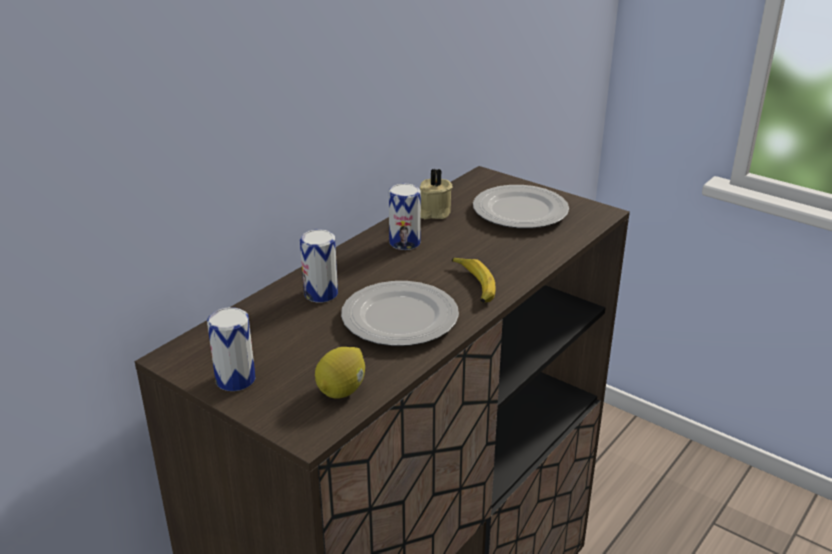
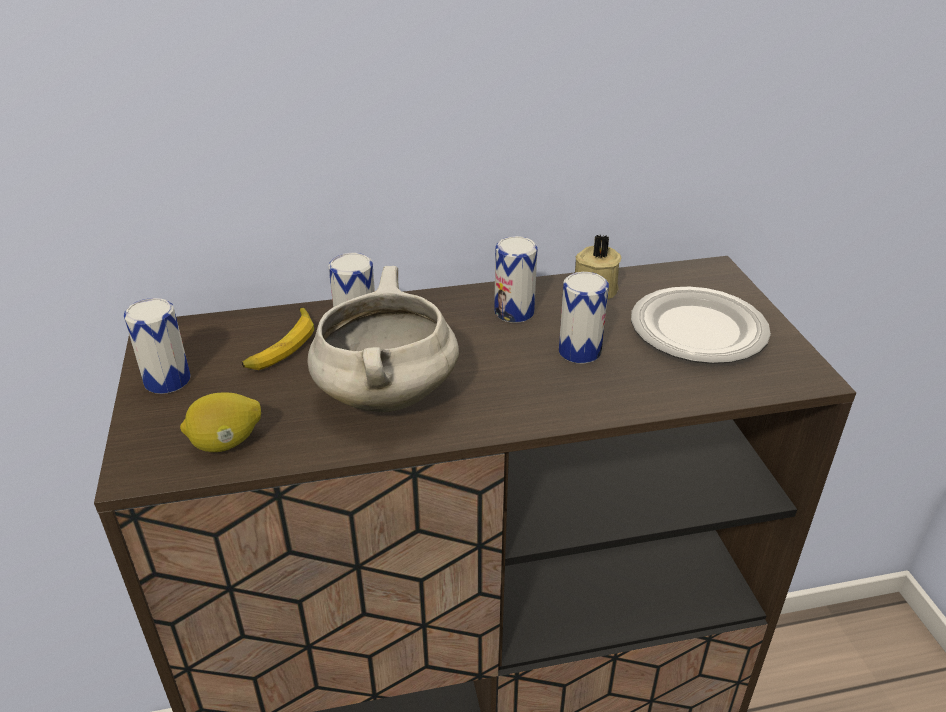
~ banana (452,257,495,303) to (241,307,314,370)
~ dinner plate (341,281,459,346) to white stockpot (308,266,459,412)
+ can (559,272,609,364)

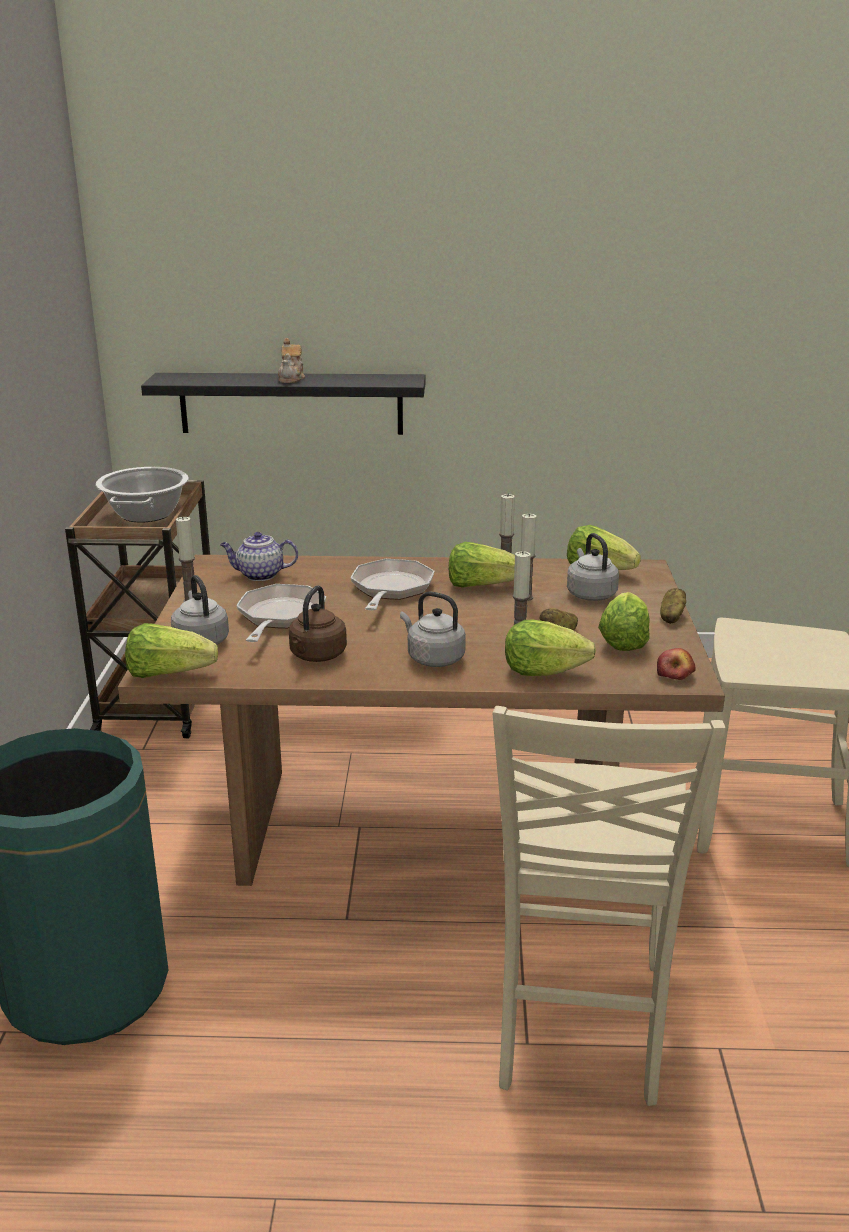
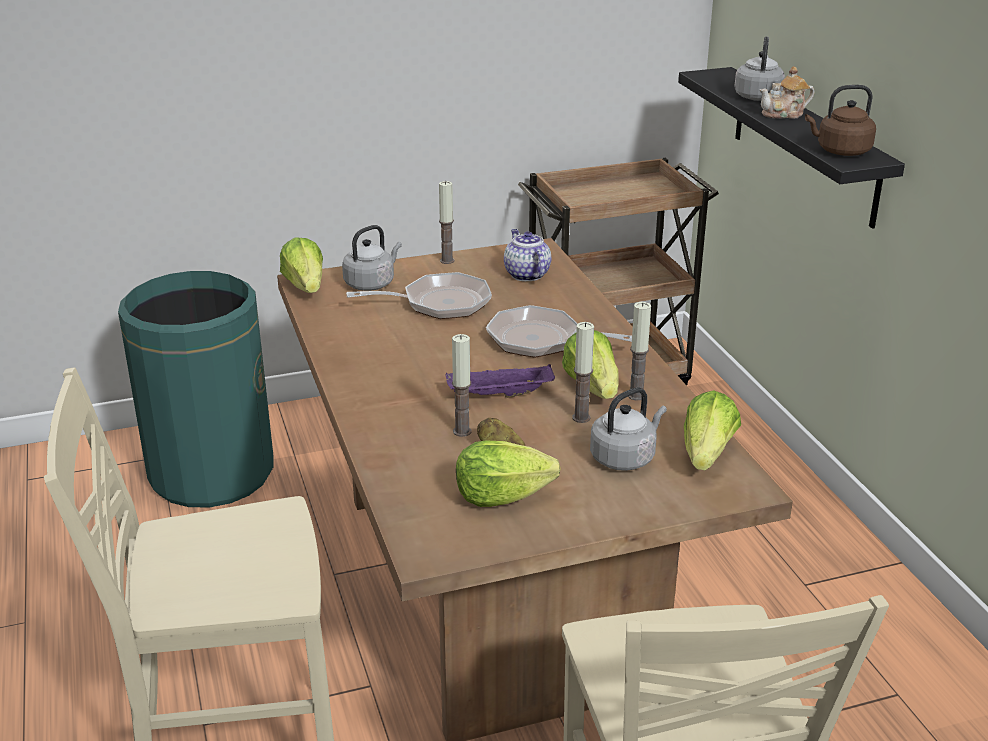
- stockpot (96,467,189,522)
~ pan (351,559,434,610) = (486,305,632,358) 150 degrees counterclockwise
~ brownish kettle (289,585,347,662) to (805,85,876,156)
- spud (660,588,686,624)
~ grey kettle (400,591,466,667) to (734,36,785,101)
- lettuce head (505,619,596,676)
- apple fruit (657,648,696,680)
+ purplish carrying tray (445,364,555,398)

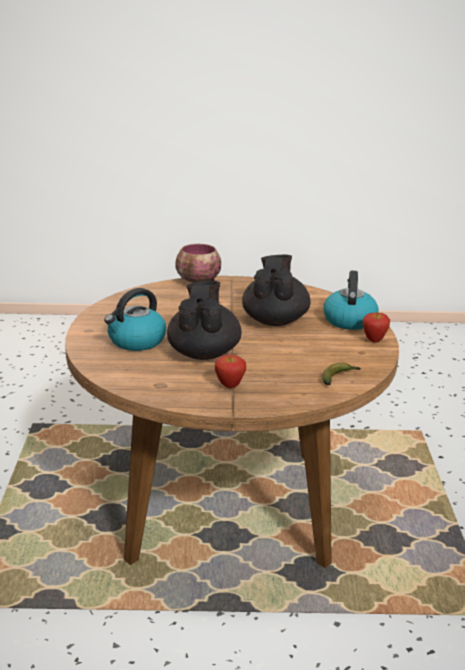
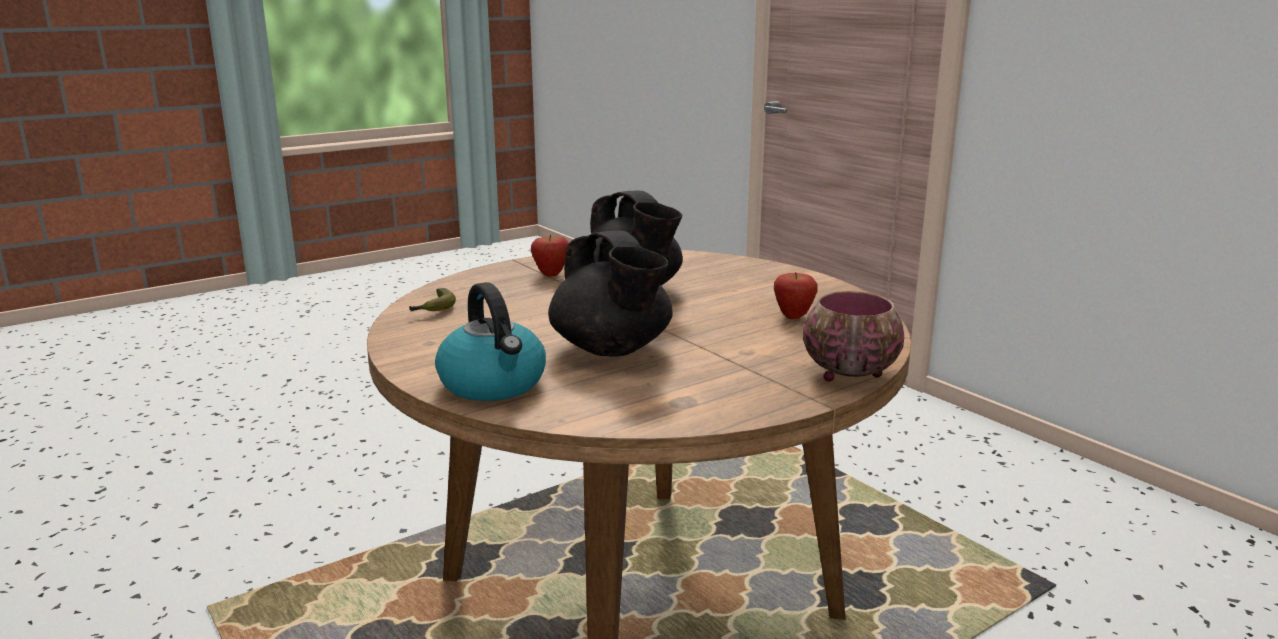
- kettle (104,288,166,351)
~ apple fruit (362,313,390,342) to (774,272,818,319)

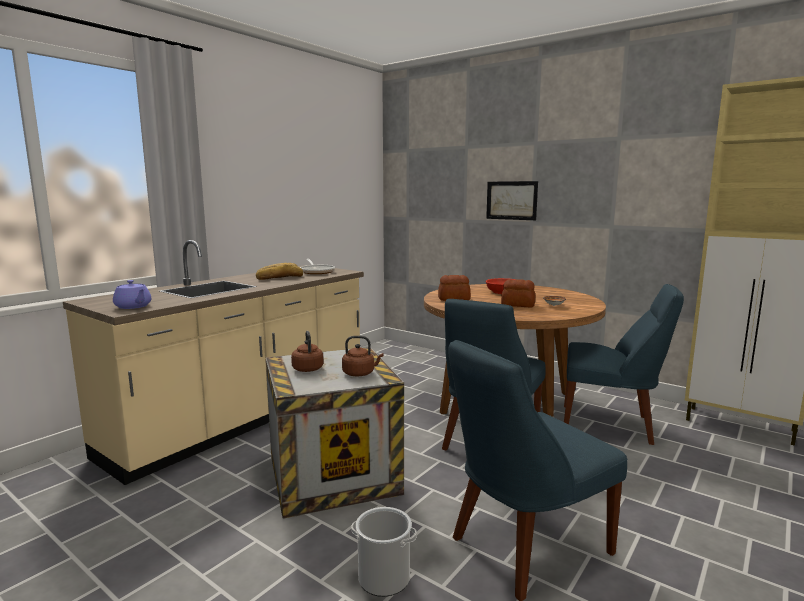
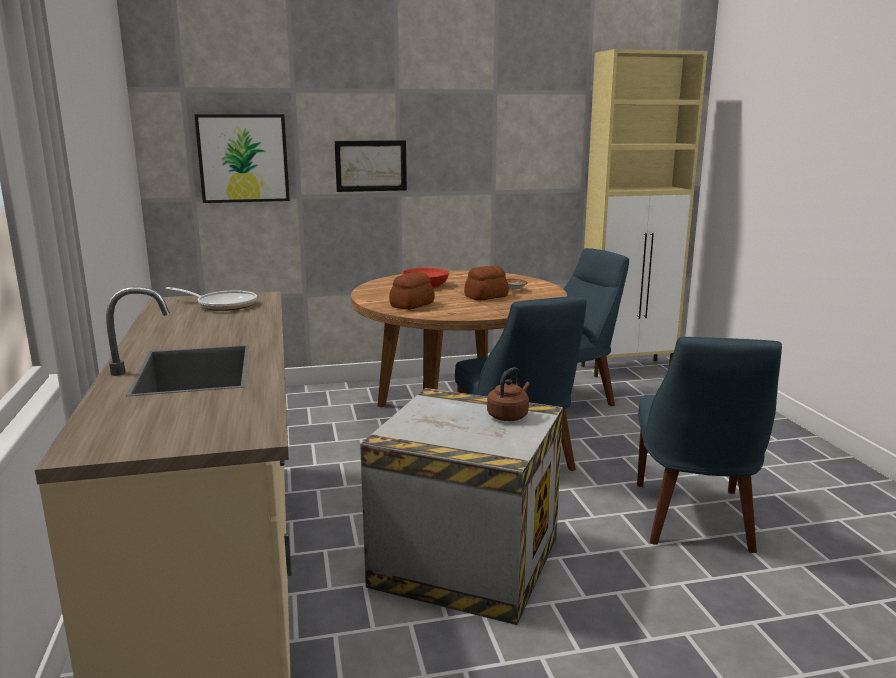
- bread (256,263,303,280)
- purplish teapot (113,280,151,309)
- brownish kettle (291,331,323,372)
- pail (351,507,417,597)
+ wall picture (194,114,290,203)

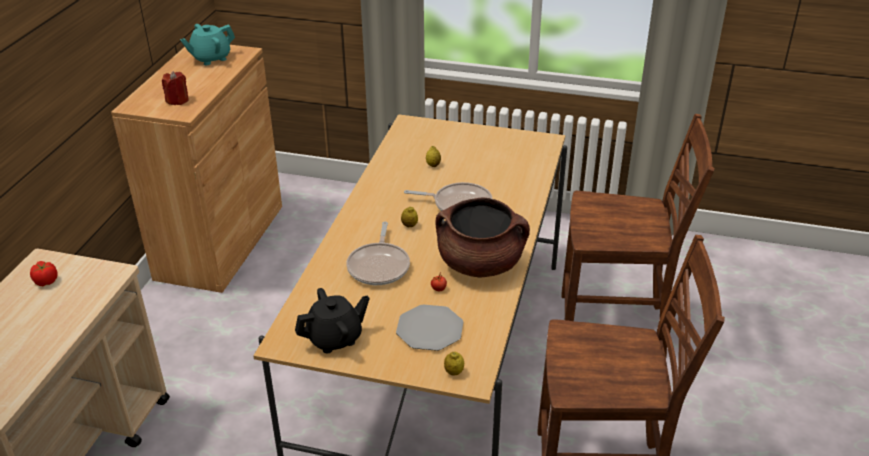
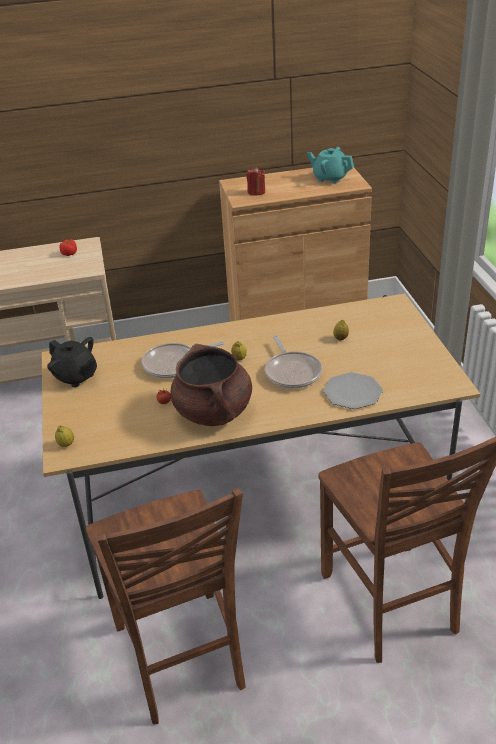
~ dinner plate (396,305,463,351) to (323,372,383,409)

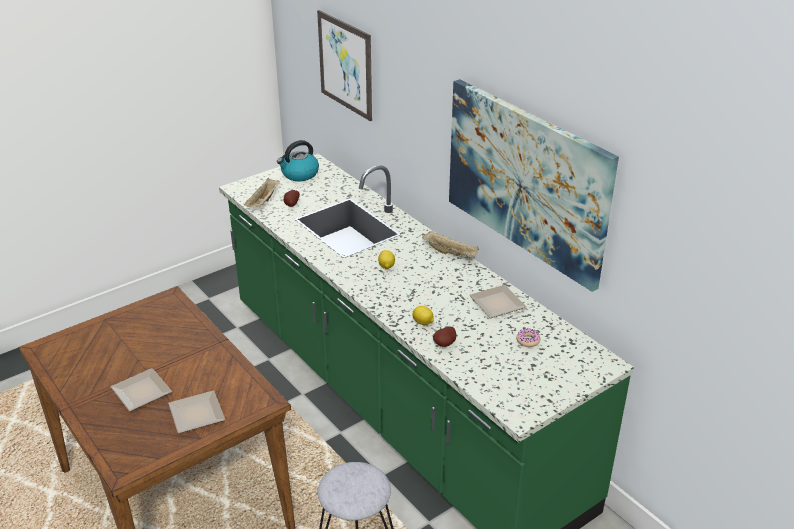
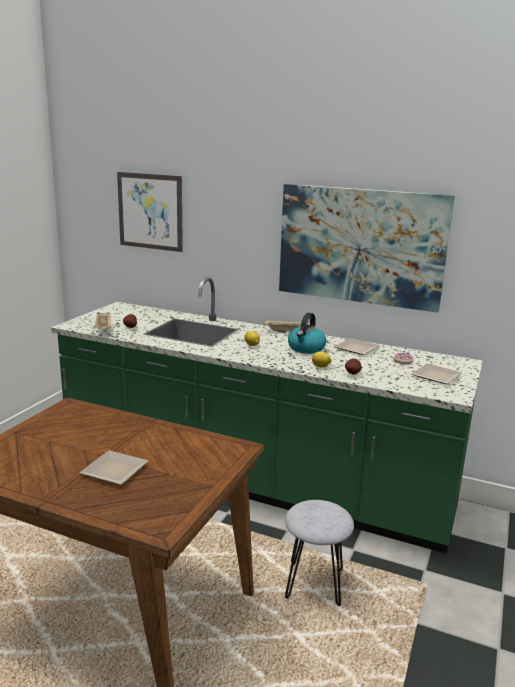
~ kettle (277,140,319,181) to (288,313,327,354)
~ dinner plate (168,390,225,433) to (412,363,462,384)

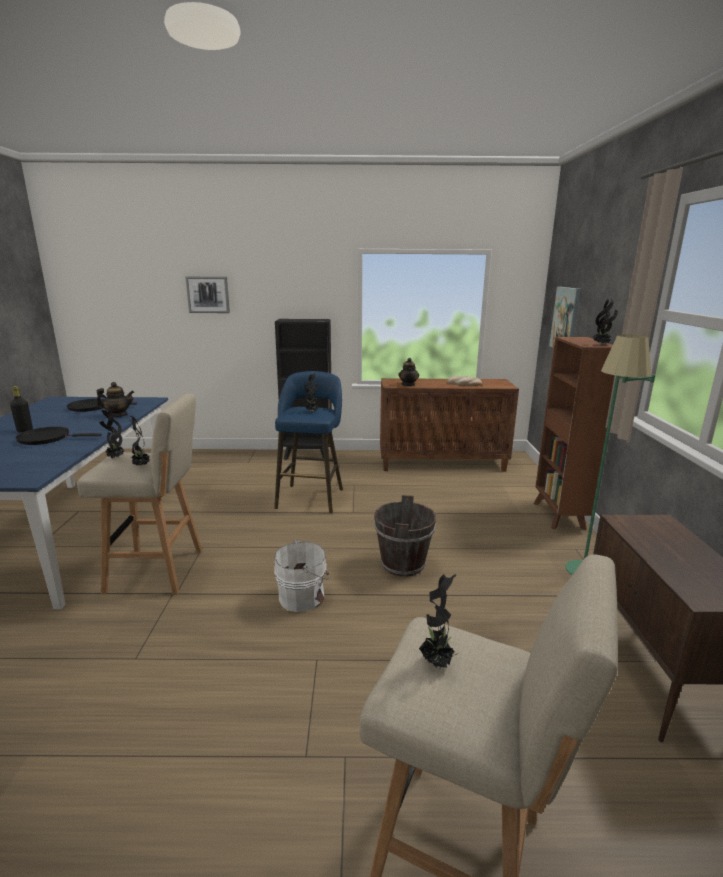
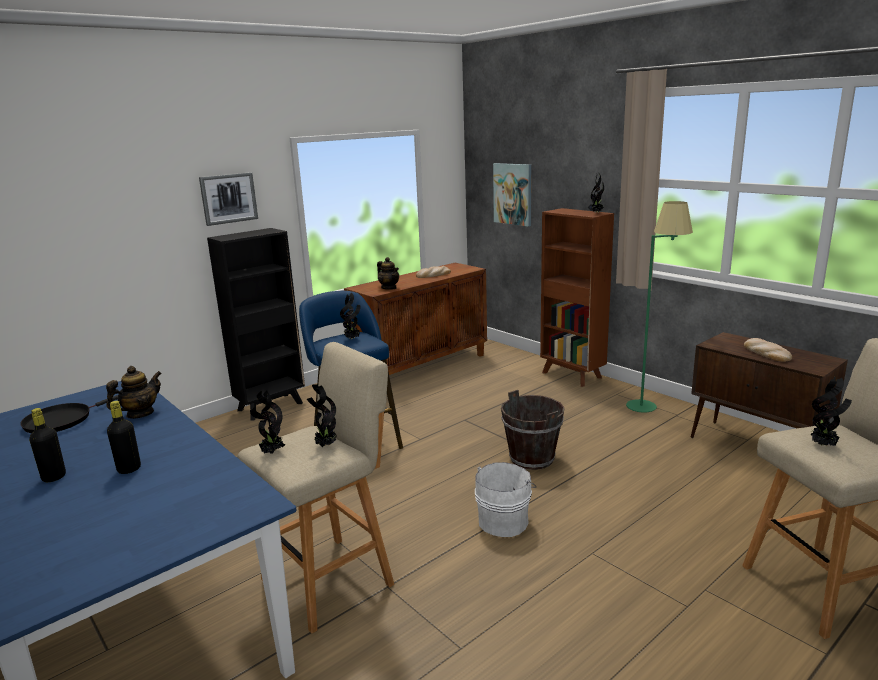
~ wall picture (185,276,230,313) to (199,172,258,226)
~ blackish pan (15,427,102,445) to blackish beverage bottle (107,401,141,474)
+ bread (744,338,792,362)

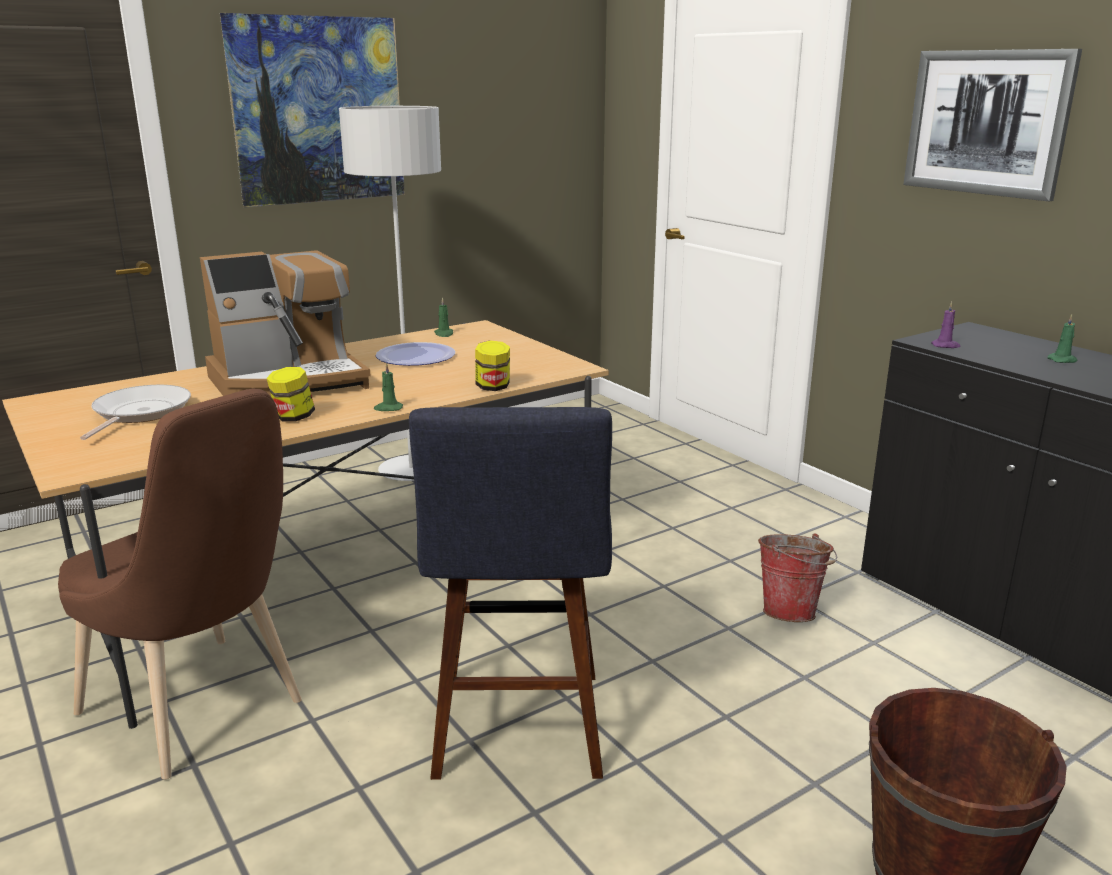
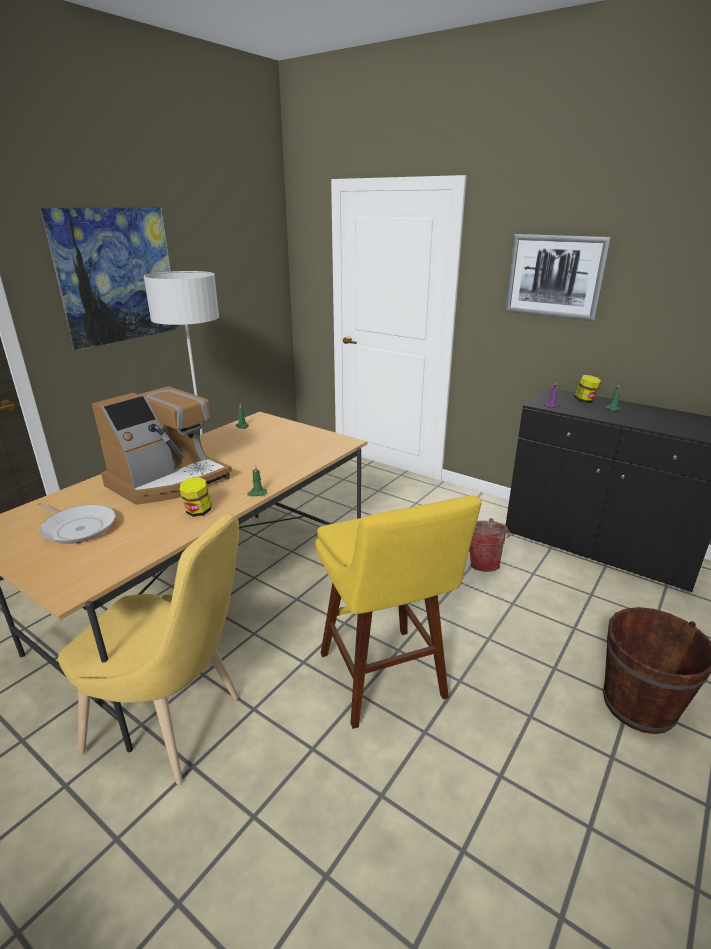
~ storage jar (475,340,510,391) to (574,375,601,403)
- dinner plate (375,342,455,366)
~ pan (80,385,191,440) = (37,503,116,544) 135 degrees clockwise
~ brownish chair (58,389,302,779) to yellowish chair (58,514,239,784)
~ blue stool seat (409,407,612,780) to yellowish stool seat (315,496,482,729)

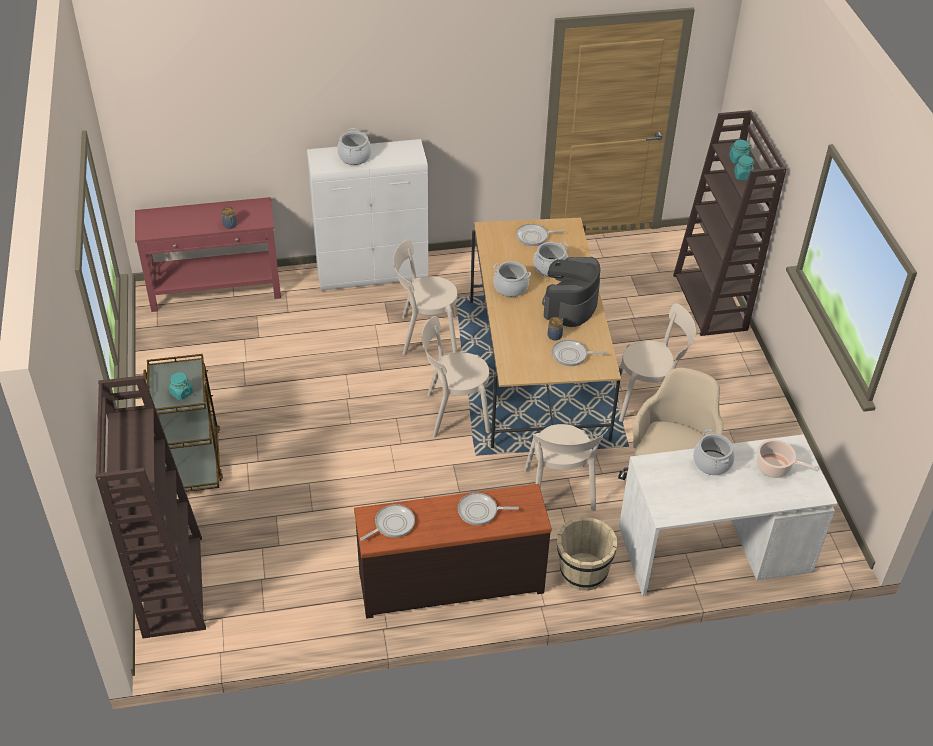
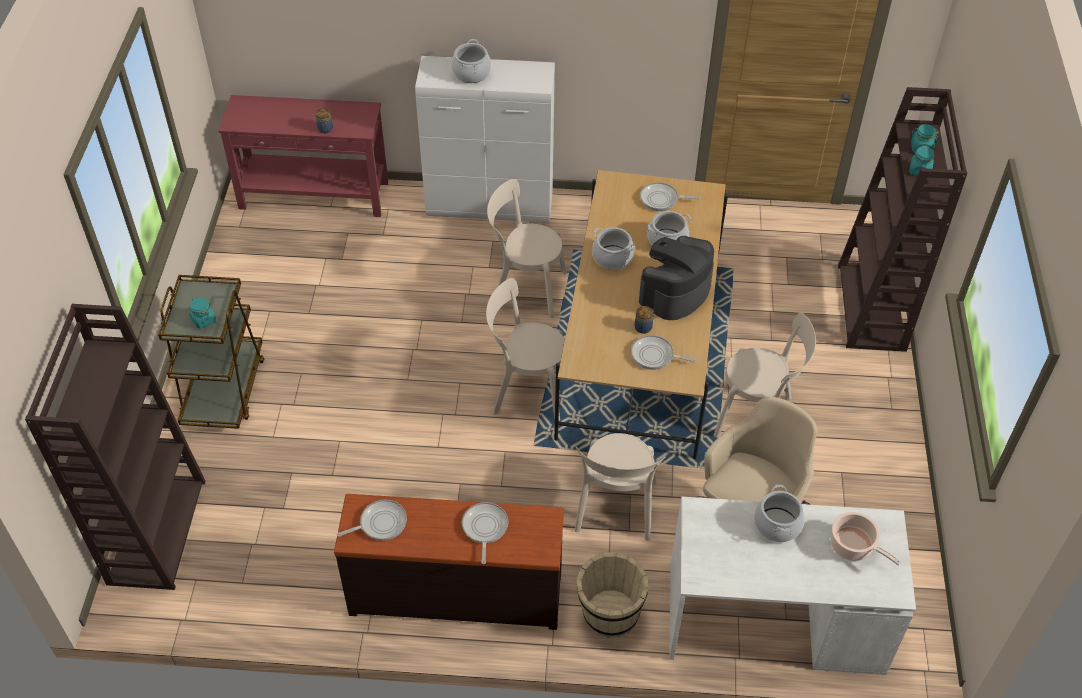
~ pan (458,493,519,525) = (462,502,508,564) 75 degrees clockwise

